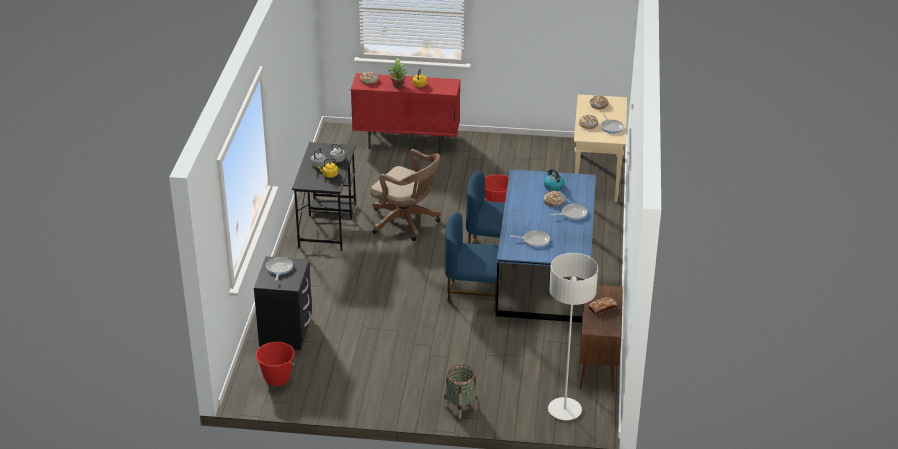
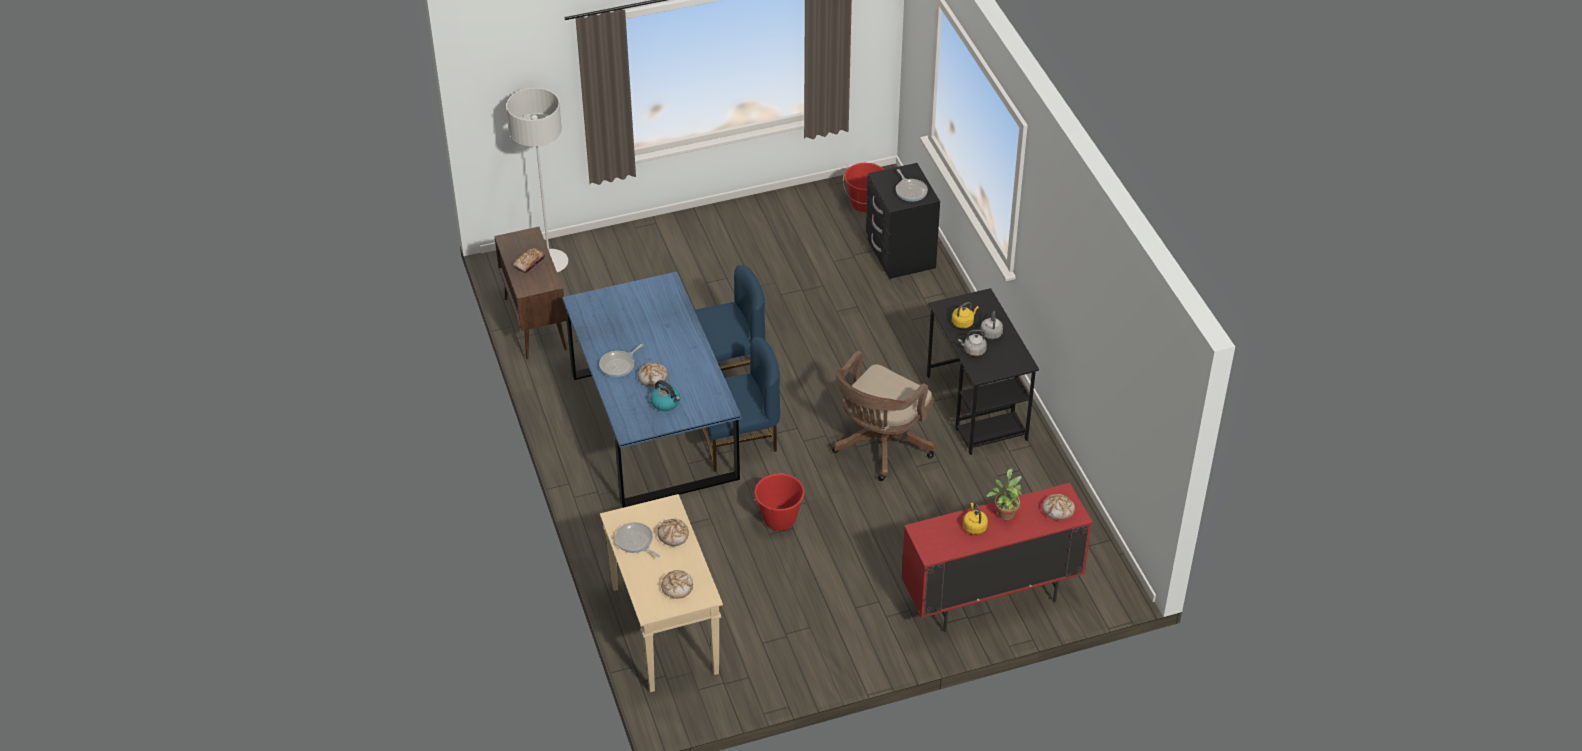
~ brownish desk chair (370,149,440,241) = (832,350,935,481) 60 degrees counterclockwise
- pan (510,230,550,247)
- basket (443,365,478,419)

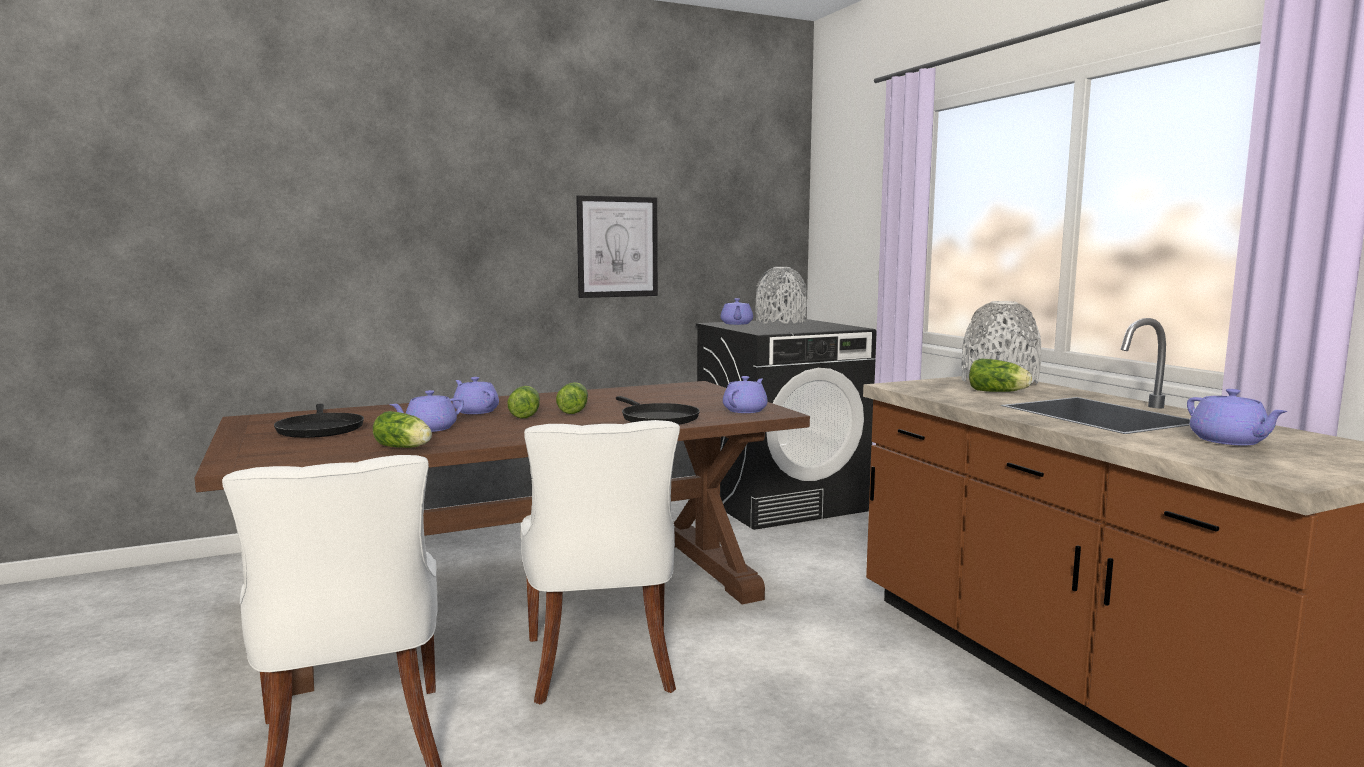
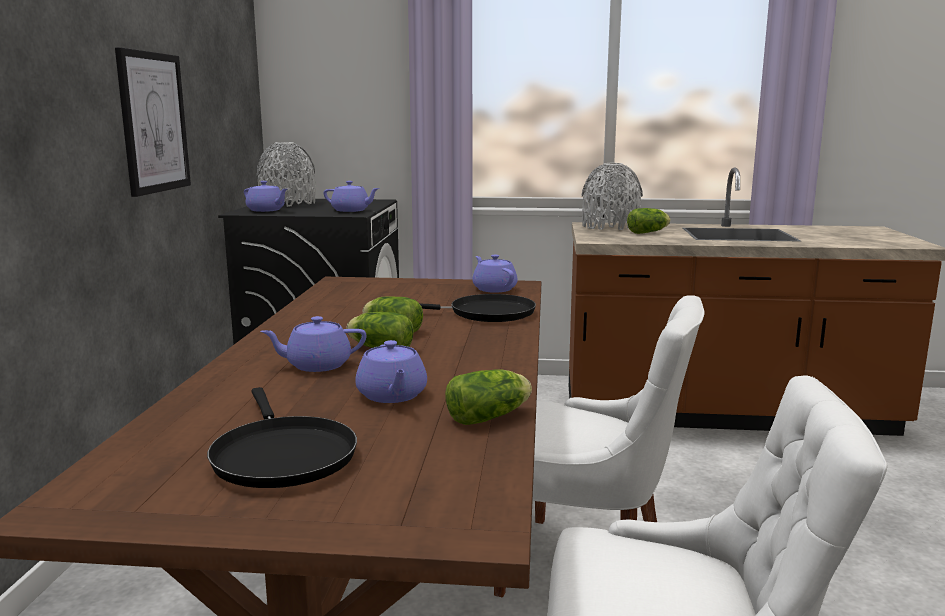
~ purplish teapot (1187,389,1288,445) to (324,181,379,212)
~ blackish pan (274,404,364,438) = (207,387,357,488) 60 degrees clockwise

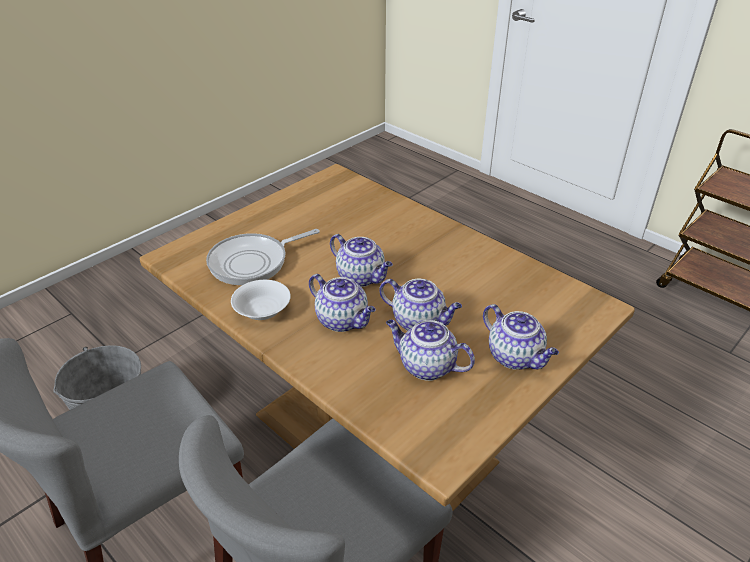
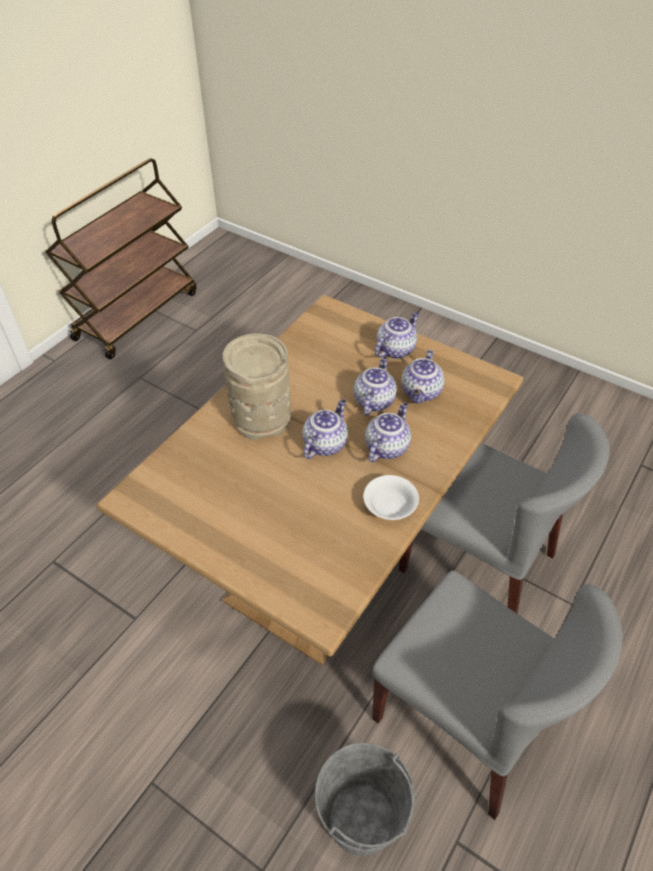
- pan (206,229,320,285)
+ sand-coloured flower vase (223,333,291,440)

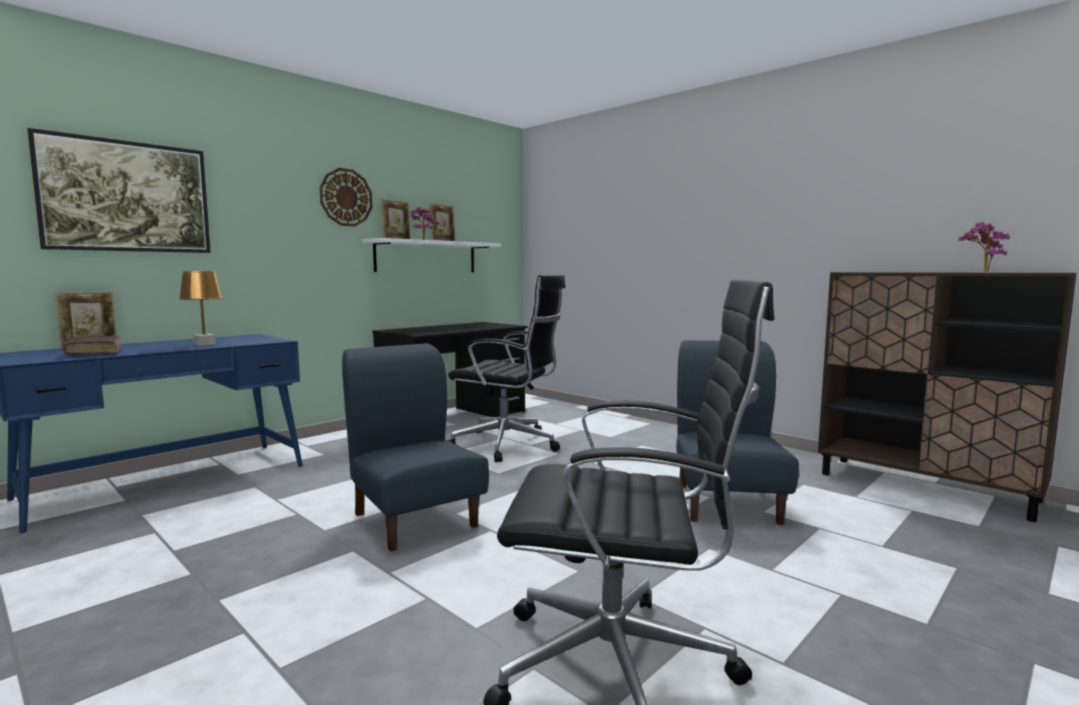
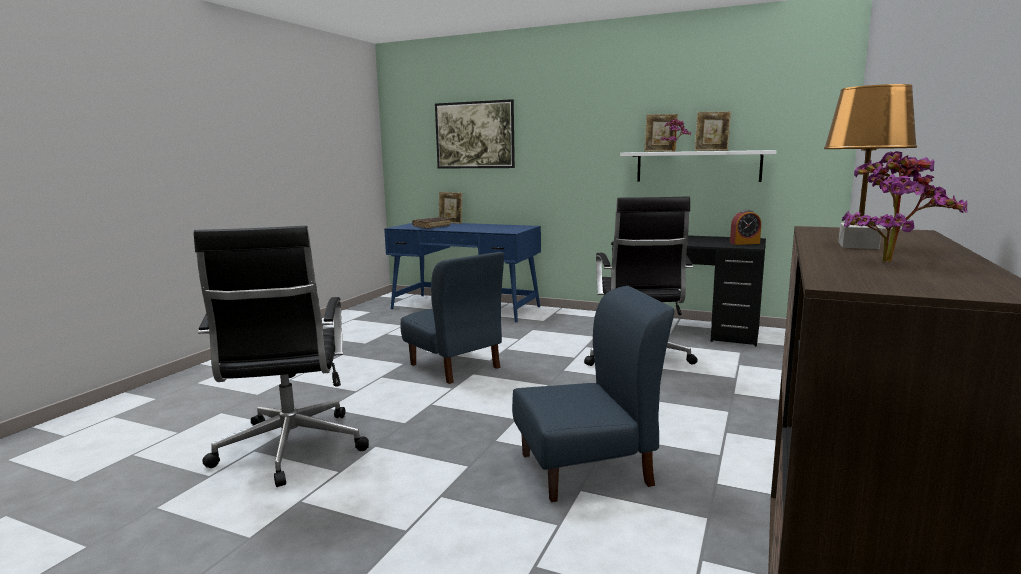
- hanging clock (320,168,372,227)
~ brownish table lamp (179,271,222,346) to (824,84,917,249)
~ blue chair (342,343,489,552) = (401,252,504,384) 105 degrees clockwise
+ bedside clock (730,210,761,245)

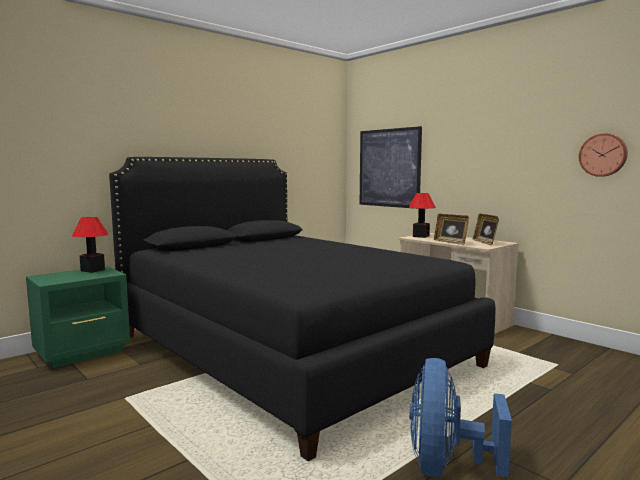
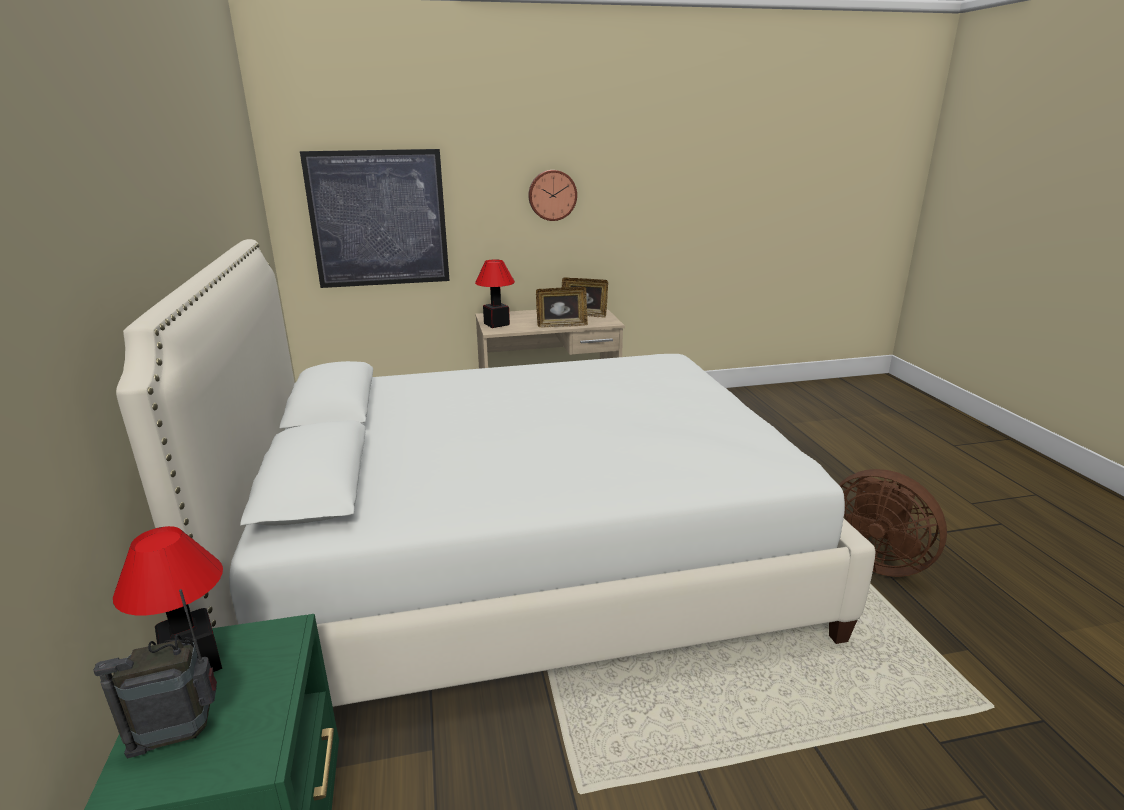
~ hanging clock (579,133,628,177) to (528,170,577,221)
~ blackish sleeping bed (109,157,495,461) to white sleeping bed (116,239,875,707)
~ blue electric fan (409,358,512,477) to brownish electric fan (839,469,947,577)
+ radio (93,589,217,758)

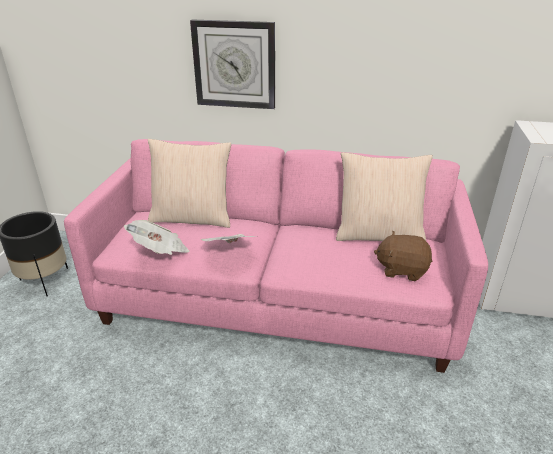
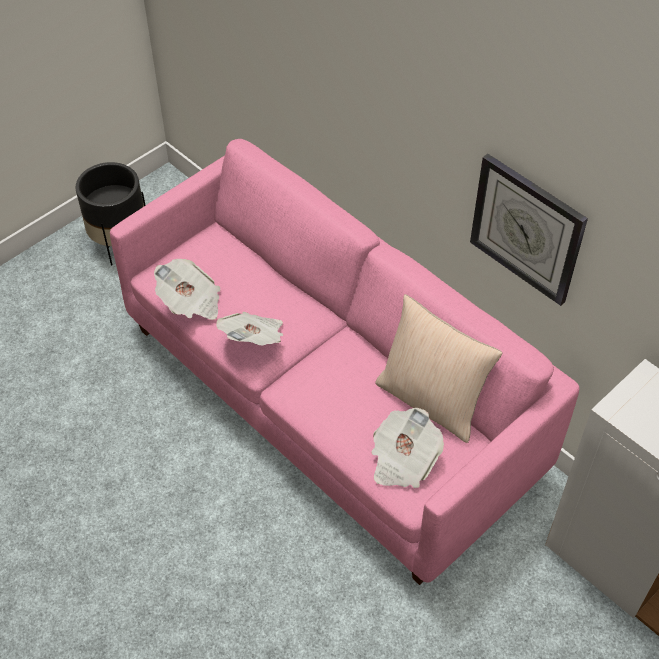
~ hanging clock (190,20,275,109) to (470,154,588,306)
- sand-coloured throw pillow (148,139,231,228)
~ brownish plush toy (374,231,432,281) to printed paper (371,408,444,488)

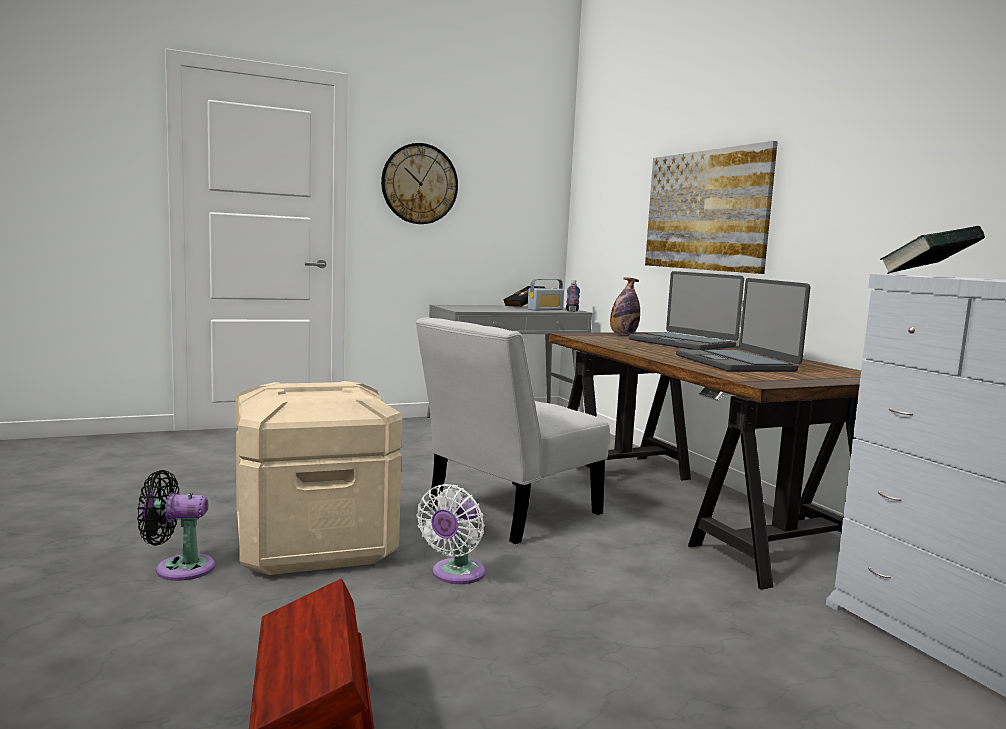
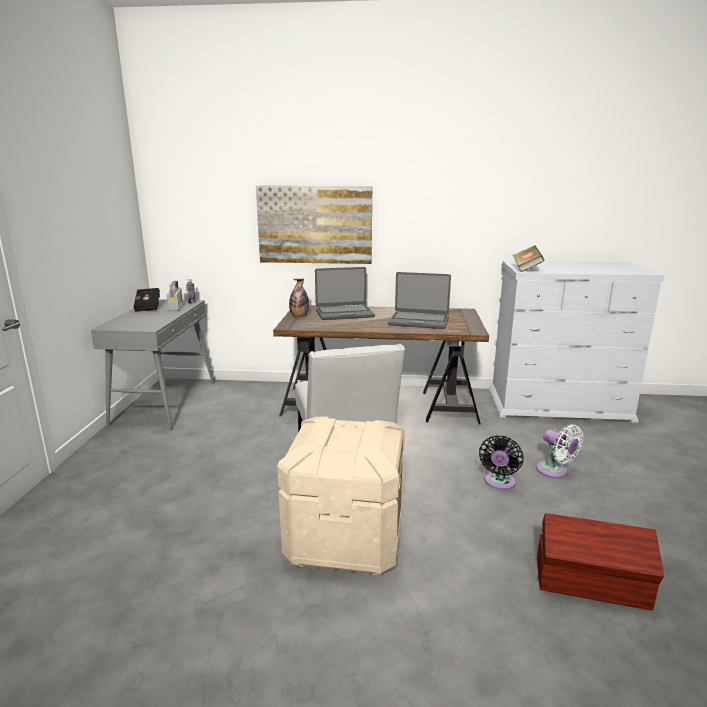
- hanging clock (381,143,458,224)
~ blackish electric fan (137,470,215,581) to (479,435,524,490)
~ white electric fan (417,484,485,584) to (536,424,583,478)

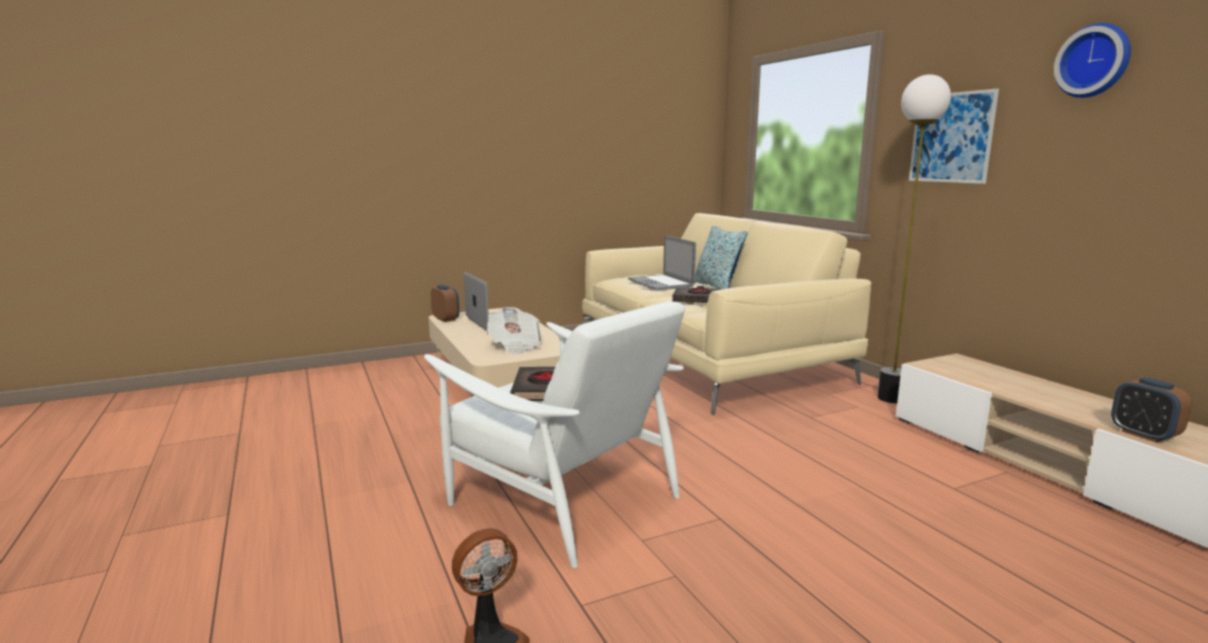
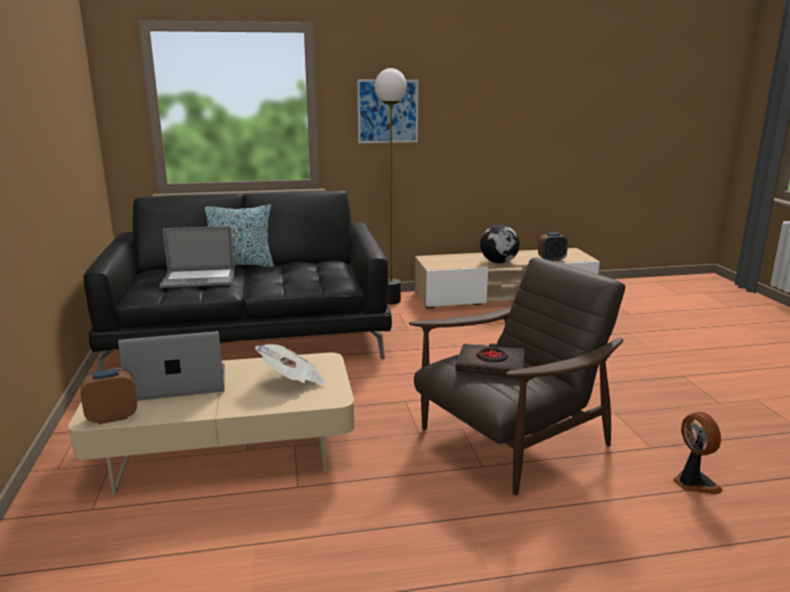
- hanging clock (1054,23,1131,98)
~ sand-coloured couch (582,213,871,415) to blackish couch (83,191,392,371)
- blackish volume (672,286,722,303)
~ white lounge chair (424,302,685,568) to brownish lounge chair (409,258,626,495)
+ desk globe (480,225,520,263)

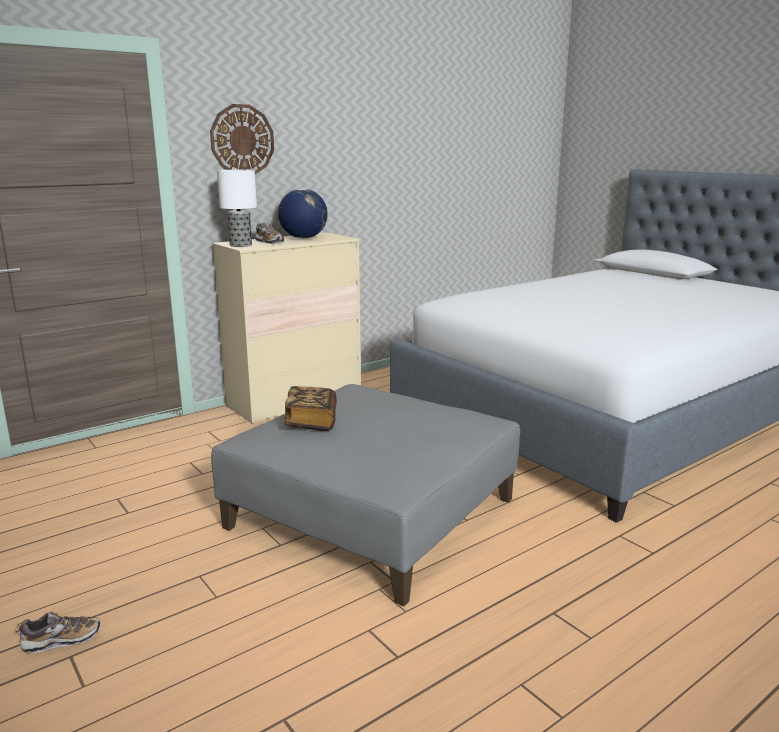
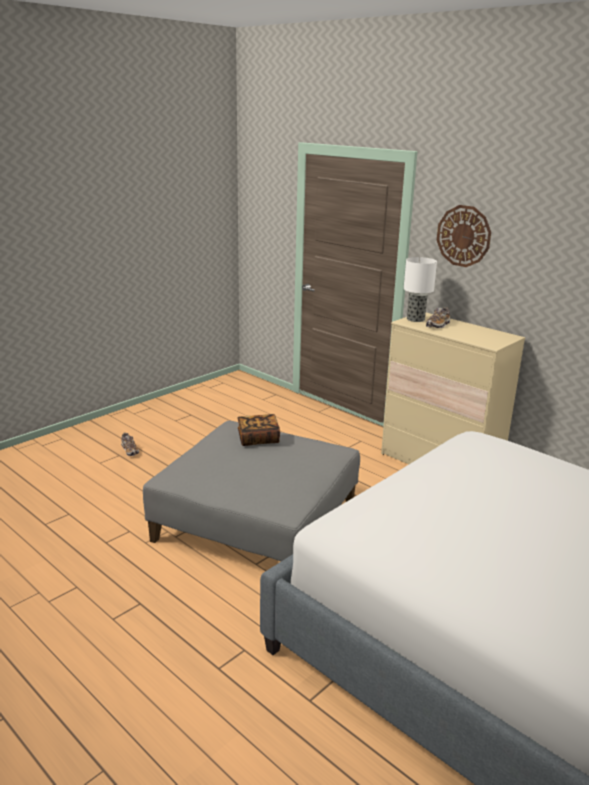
- desk globe (278,188,328,239)

